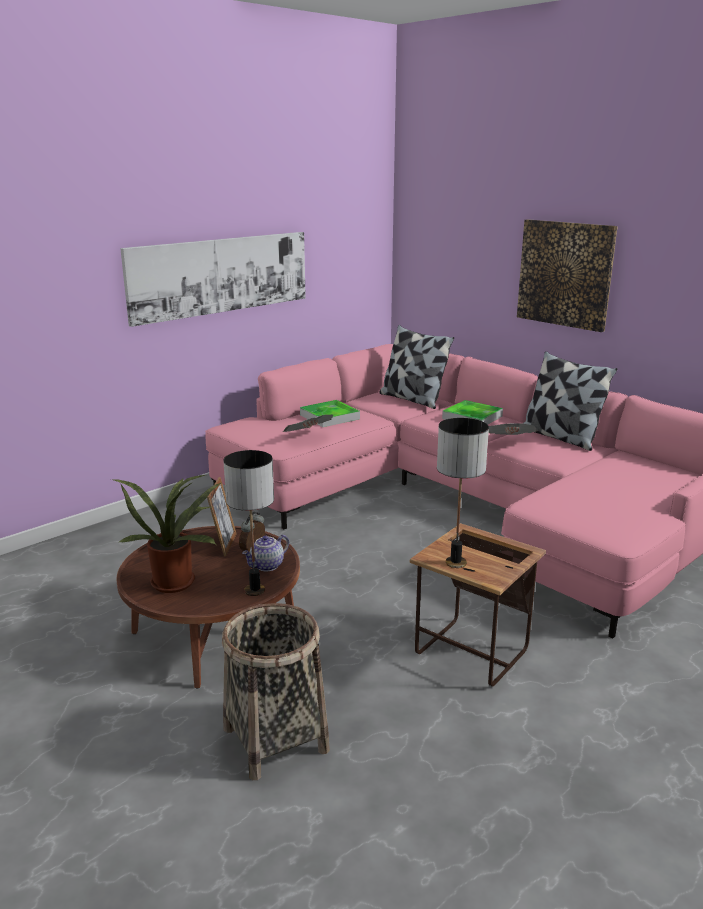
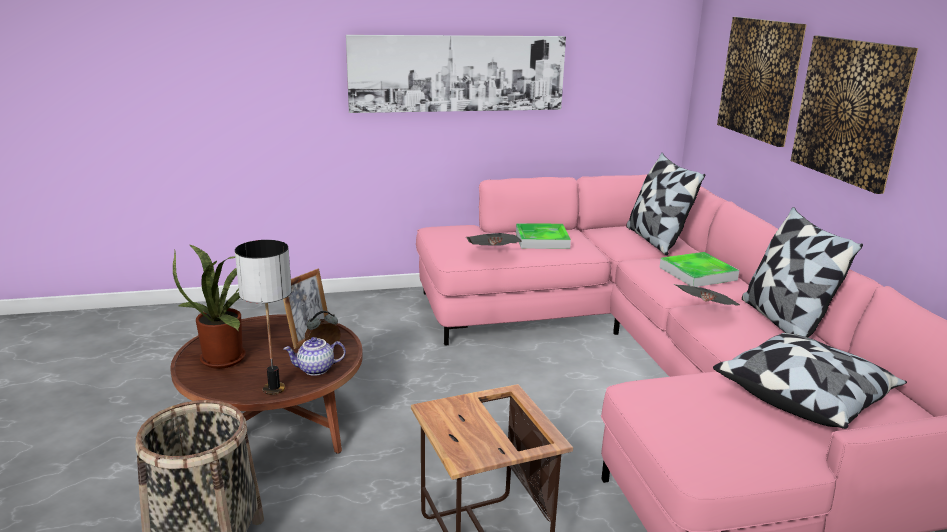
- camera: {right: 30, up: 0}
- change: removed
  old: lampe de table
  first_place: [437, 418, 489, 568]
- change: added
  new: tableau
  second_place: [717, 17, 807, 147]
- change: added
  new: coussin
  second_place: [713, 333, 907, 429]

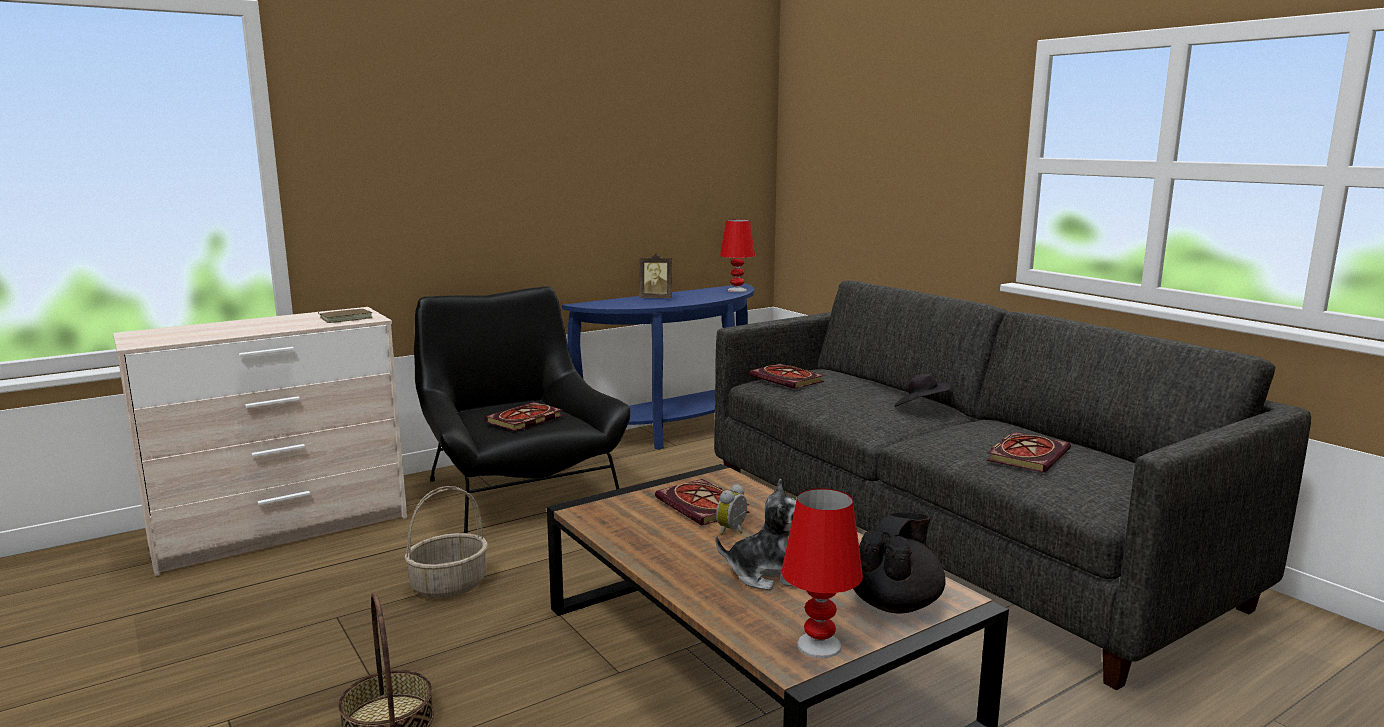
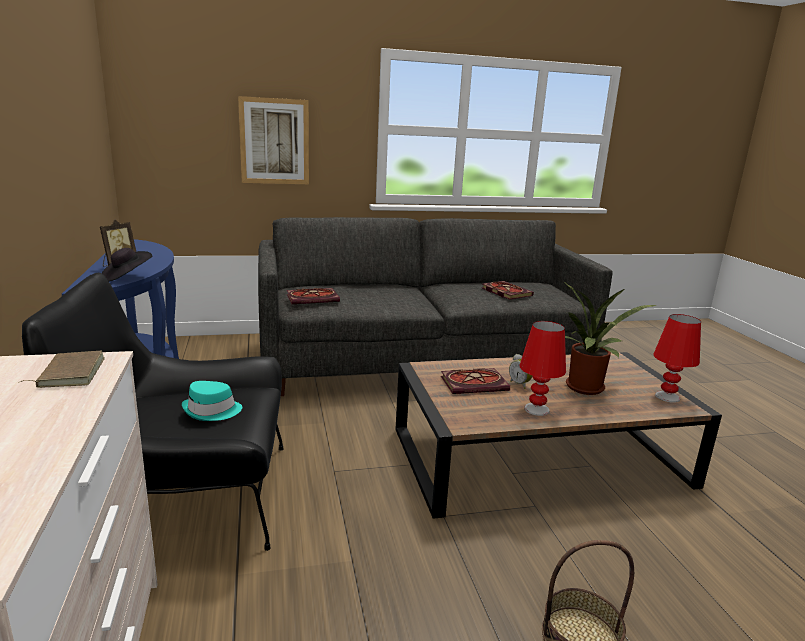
- camera: {right: -70, up: 5}
- change: moved
  old: lampe de table (rouge)
  first_place: [720, 219, 755, 292]
  second_place: [520, 321, 566, 416]
- change: moved
  old: chapeau (noir)
  first_place: [894, 374, 953, 407]
  second_place: [101, 248, 152, 282]
- change: replaced
  old: livre
  new: chapeau (turquoise)
  first_place: [484, 402, 563, 431]
  second_place: [182, 381, 242, 421]
- change: replaced
  old: peluche
  new: plante en pot
  first_place: [715, 478, 796, 591]
  second_place: [565, 283, 656, 395]
- change: removed
  old: panier
  first_place: [404, 486, 488, 598]
- change: removed
  old: théière (noir)
  first_place: [853, 512, 946, 613]
- change: added
  new: tableau
  second_place: [238, 96, 309, 184]

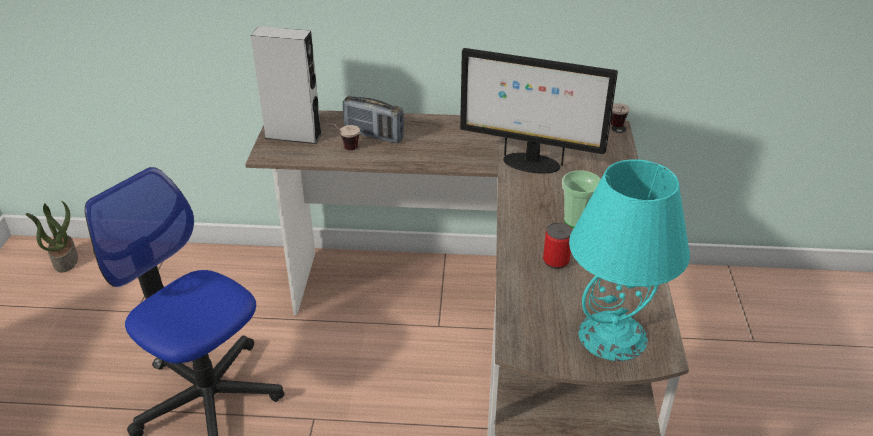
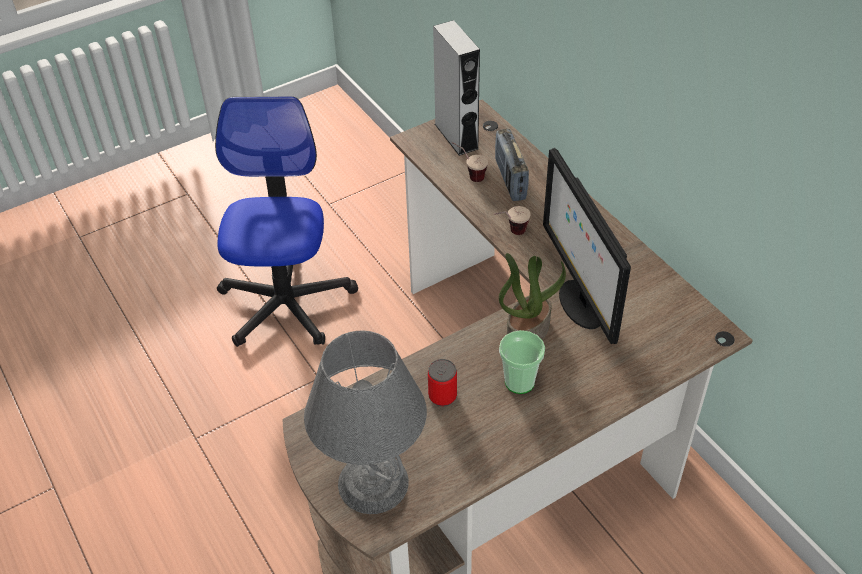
- camera: {right: 55, up: 10}
- change: moved
  old: tasse
  first_place: [611, 103, 630, 127]
  second_place: [494, 206, 531, 235]
- change: recoloured
  old: lampe de table (turquoise)
  new: lampe de table (gris)
  first_place: [569, 159, 690, 361]
  second_place: [304, 330, 427, 514]
- change: moved
  old: plante en pot
  first_place: [26, 201, 78, 272]
  second_place: [499, 253, 566, 340]

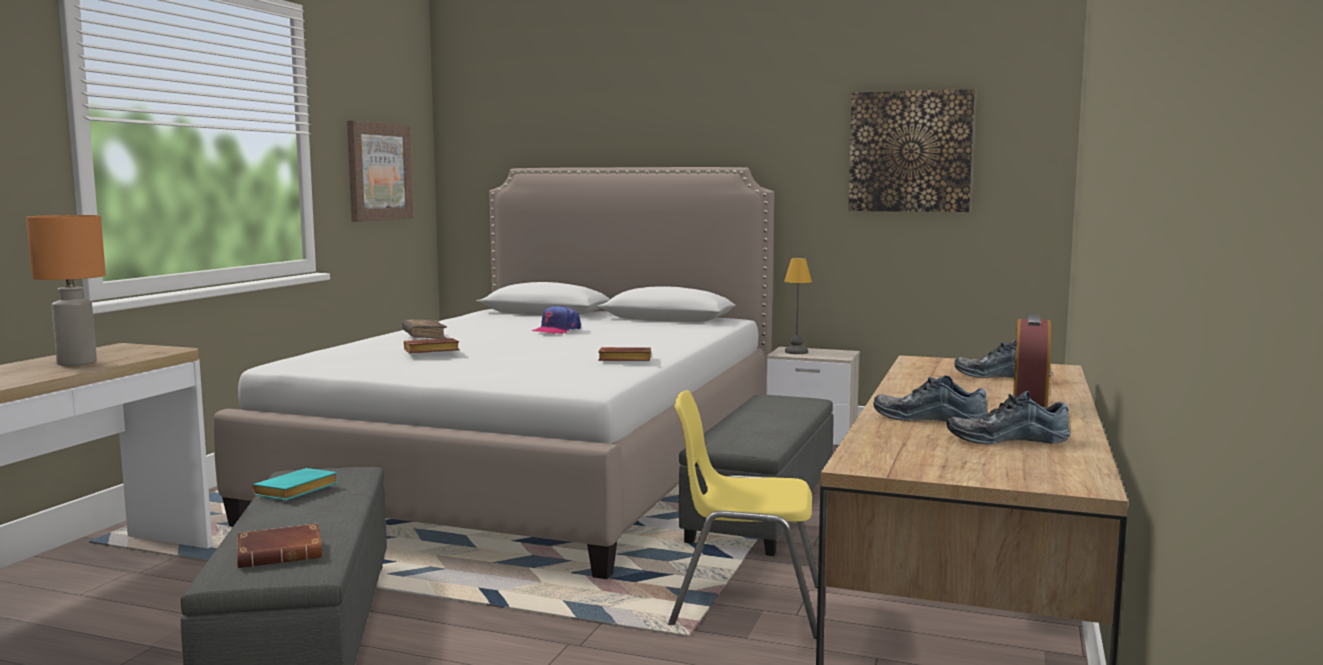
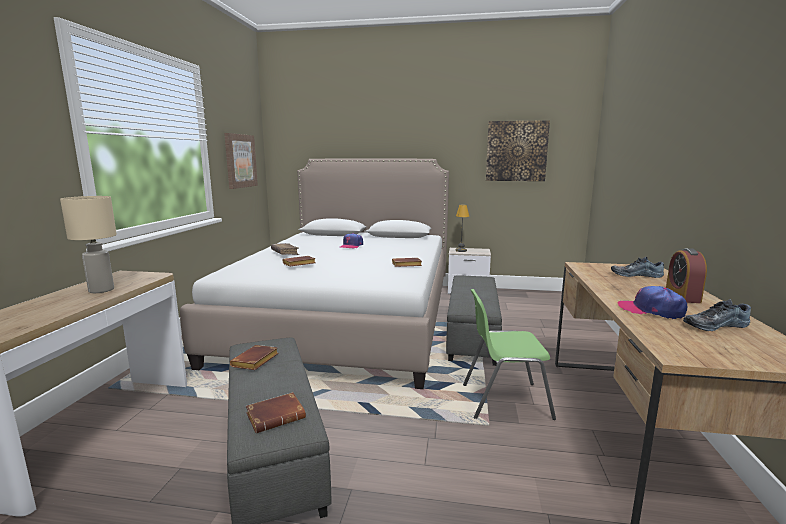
- camera: {right: -10, up: 5}
- change: recoloured
  old: lampe de table (orange)
  new: lampe de table (beige)
  first_place: [26, 215, 106, 366]
  second_place: [60, 196, 117, 293]
- change: replaced
  old: chaussure
  new: casquette
  first_place: [873, 375, 988, 422]
  second_place: [618, 286, 687, 319]
- change: recoloured
  old: chaise (jaune)
  new: chaise (vert)
  first_place: [668, 390, 818, 639]
  second_place: [463, 289, 556, 420]
- change: recoloured
  old: livre (turquoise)
  new: livre (marron)
  first_place: [252, 468, 338, 500]
  second_place: [230, 345, 279, 370]

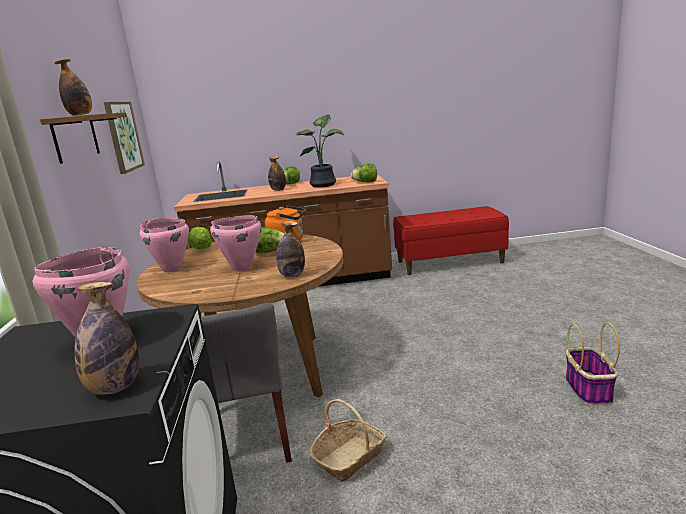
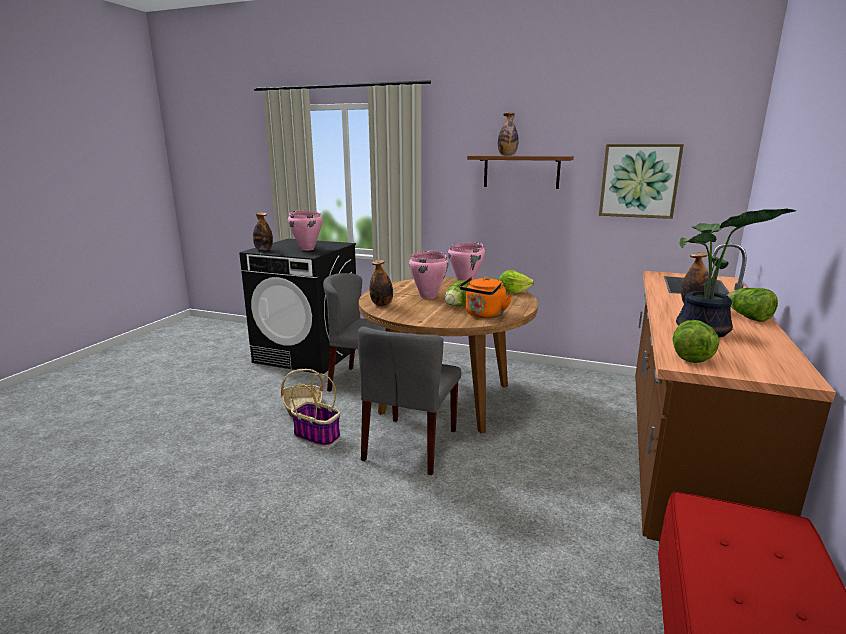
- camera: {right: 115, up: 0}
- change: moved
  old: panier
  first_place: [566, 322, 620, 405]
  second_place: [291, 373, 340, 447]
- change: added
  new: chaise (gris)
  second_place: [358, 326, 461, 475]

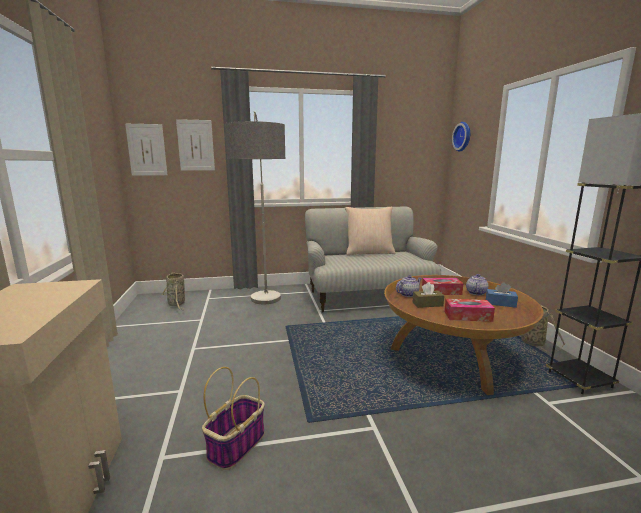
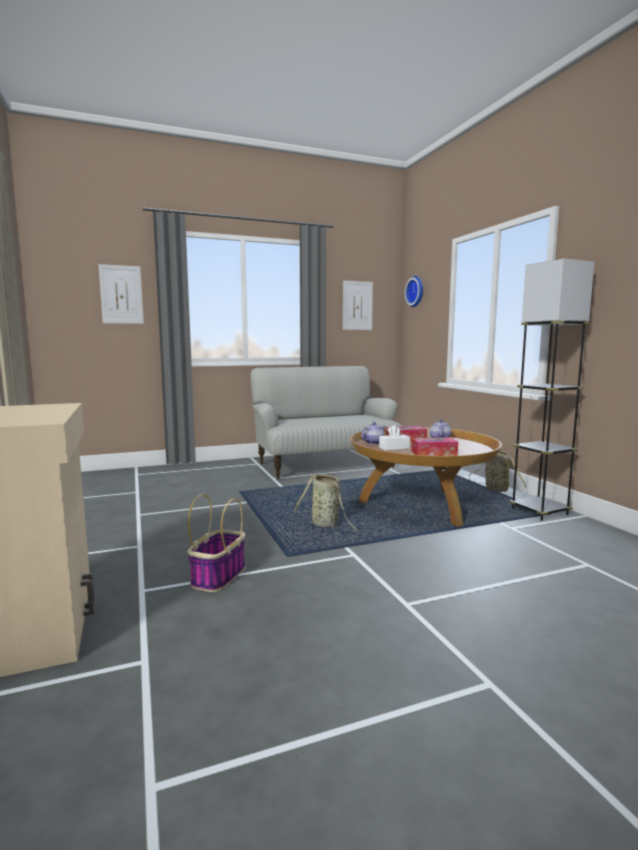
- camera: {right: -10, up: -5}
- change: removed
  old: lampadaire
  first_place: [225, 111, 285, 304]
- change: moved
  old: tableau
  first_place: [125, 124, 167, 176]
  second_place: [343, 281, 373, 330]
- change: removed
  old: coussin (beige)
  first_place: [345, 207, 395, 255]
- change: moved
  old: panier
  first_place: [162, 272, 185, 310]
  second_place: [293, 474, 359, 532]
- change: recoloured
  old: boîte à mouchoirs (marron)
  new: boîte à mouchoirs (blanc)
  first_place: [413, 282, 444, 308]
  second_place: [379, 425, 410, 450]
- change: removed
  old: boîte à mouchoirs (bleu)
  first_place: [486, 282, 518, 308]

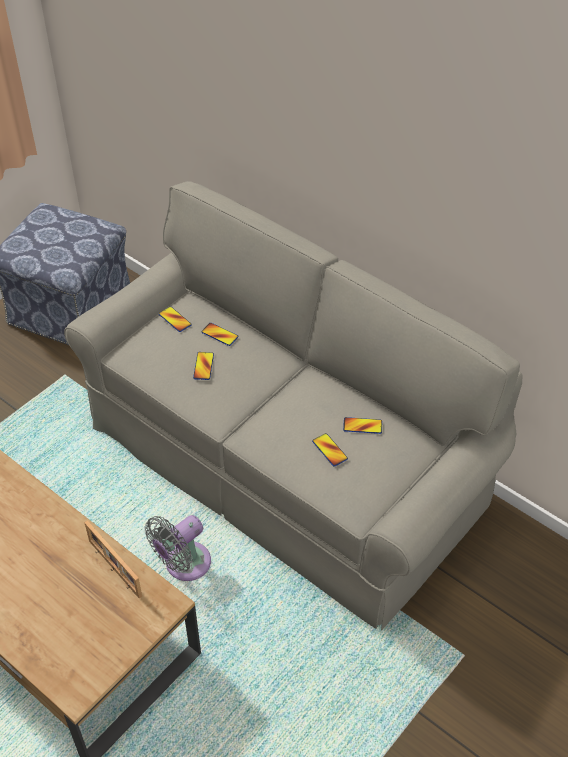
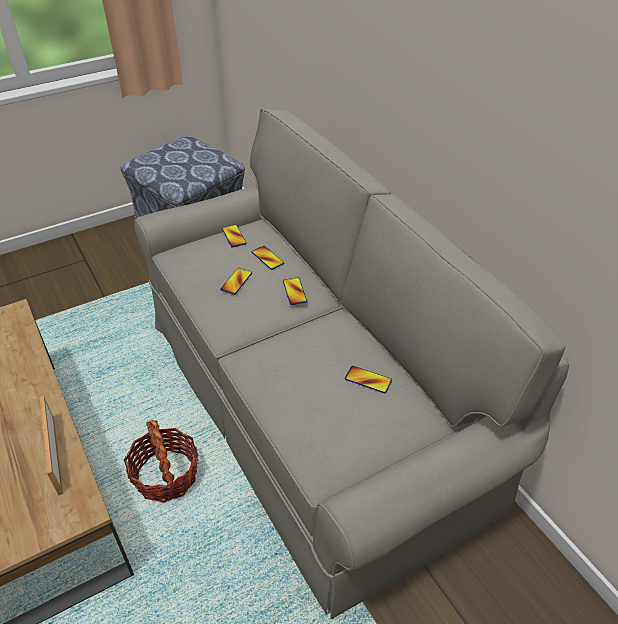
- camera: {right: 20, up: -5}
- change: moved
  old: téléphone
  first_place: [312, 433, 348, 467]
  second_place: [283, 277, 307, 305]
- change: replaced
  old: ventilateur (gris)
  new: panier
  first_place: [145, 515, 211, 581]
  second_place: [124, 420, 199, 503]

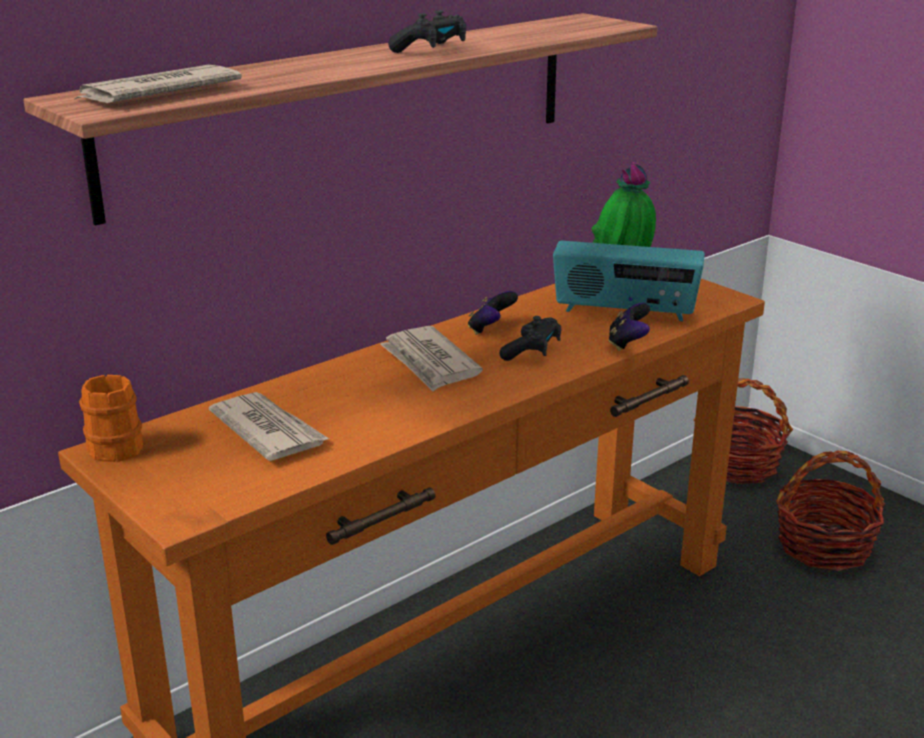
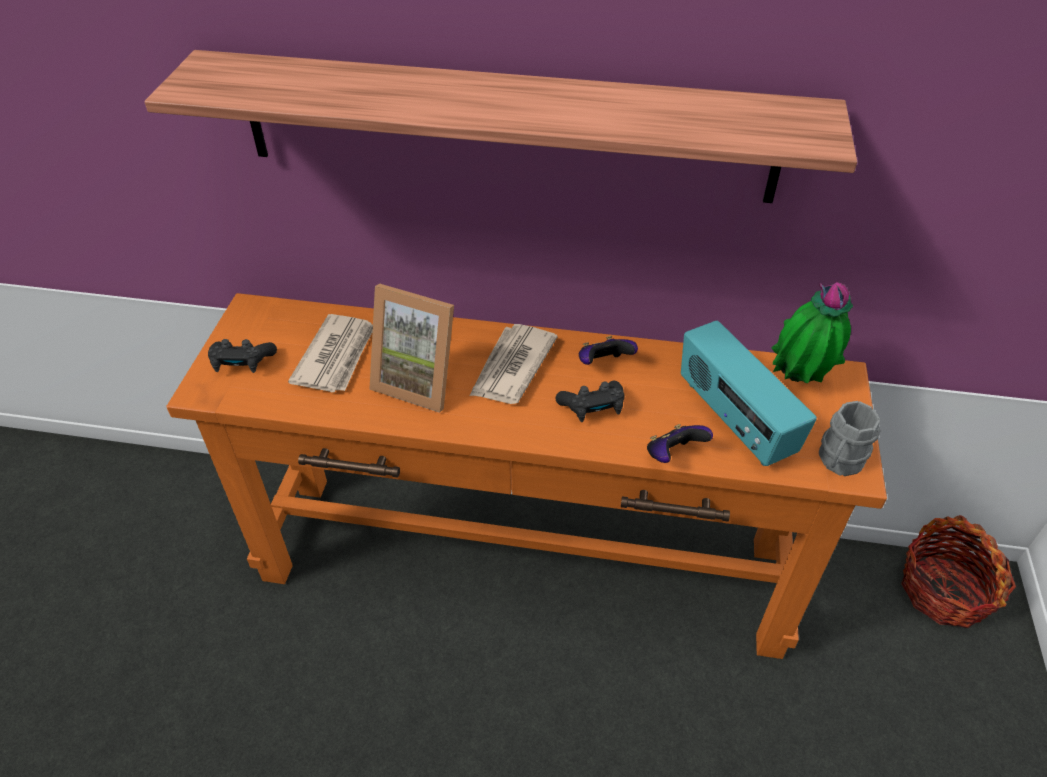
- camera: {right: 50, up: 20}
- change: moved
  old: manette (noir)
  first_place: [388, 10, 467, 53]
  second_place: [208, 339, 277, 373]
- change: removed
  old: journal
  first_place: [75, 65, 242, 103]
- change: removed
  old: mug (orange)
  first_place: [79, 375, 143, 462]
- change: removed
  old: panier
  first_place: [776, 450, 885, 571]
- change: added
  new: cadre photo
  second_place: [369, 284, 454, 413]
- change: added
  new: mug (gris)
  second_place: [819, 401, 880, 476]

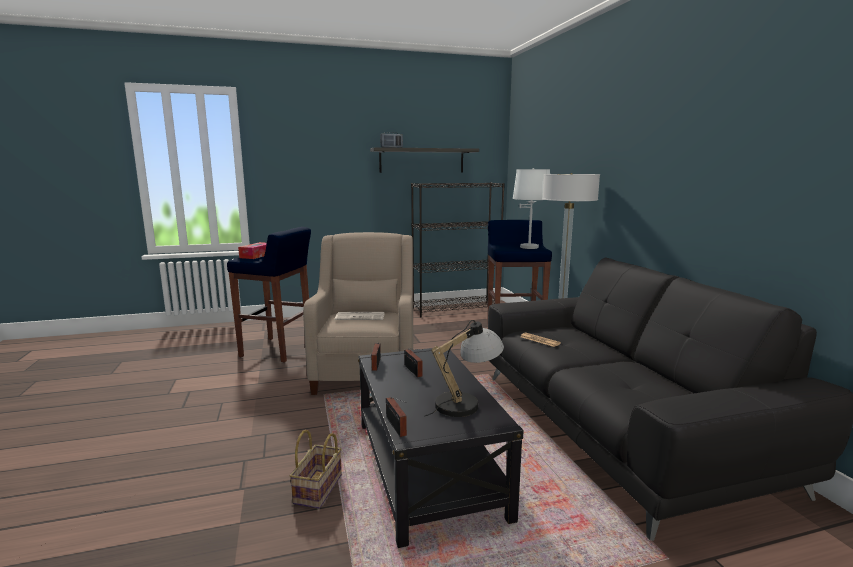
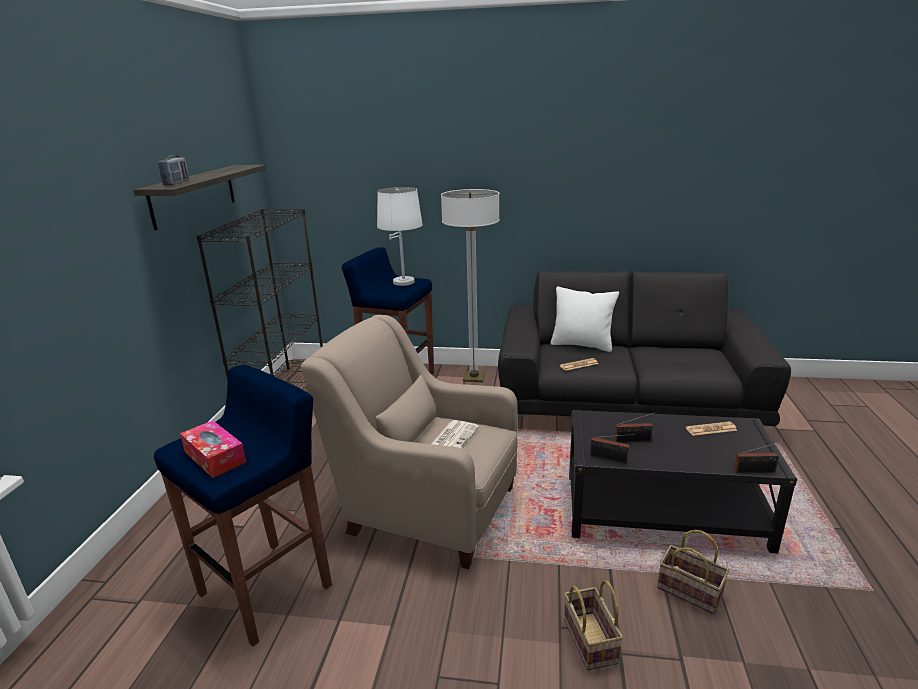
- camera: {right: -65, up: 10}
- change: replaced
  old: lampe de table
  new: journal
  first_place: [425, 320, 504, 417]
  second_place: [686, 421, 737, 436]
- change: added
  new: coussin (blanc)
  second_place: [551, 286, 619, 352]
- change: added
  new: panier
  second_place: [564, 580, 623, 670]

